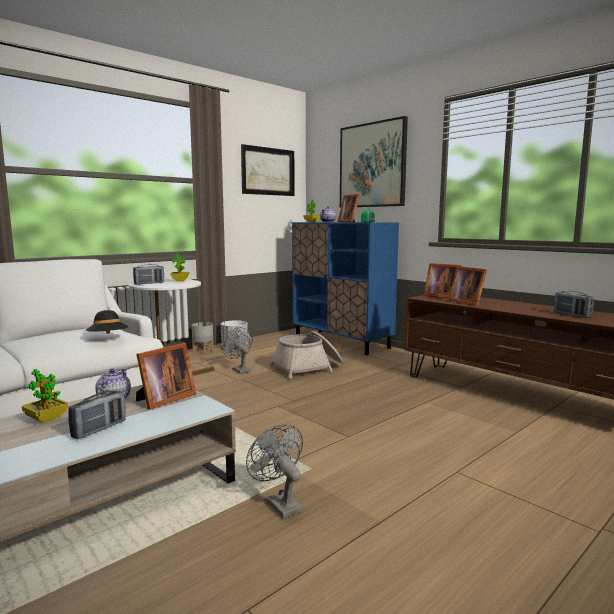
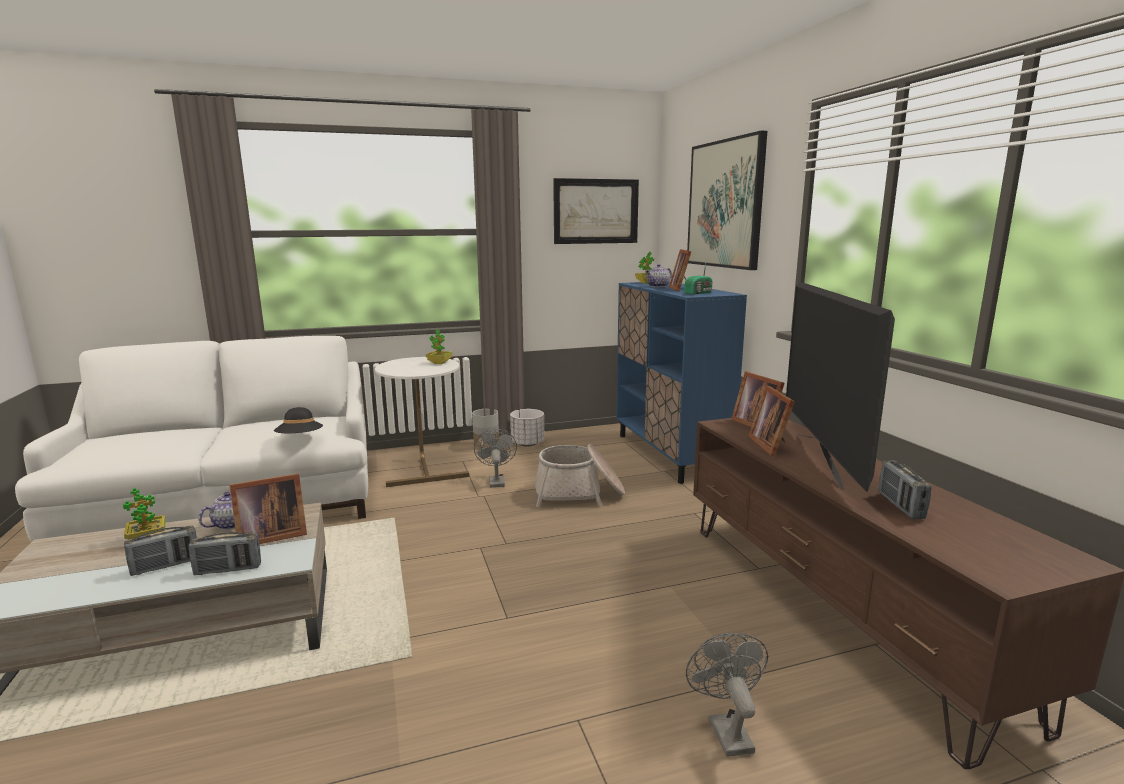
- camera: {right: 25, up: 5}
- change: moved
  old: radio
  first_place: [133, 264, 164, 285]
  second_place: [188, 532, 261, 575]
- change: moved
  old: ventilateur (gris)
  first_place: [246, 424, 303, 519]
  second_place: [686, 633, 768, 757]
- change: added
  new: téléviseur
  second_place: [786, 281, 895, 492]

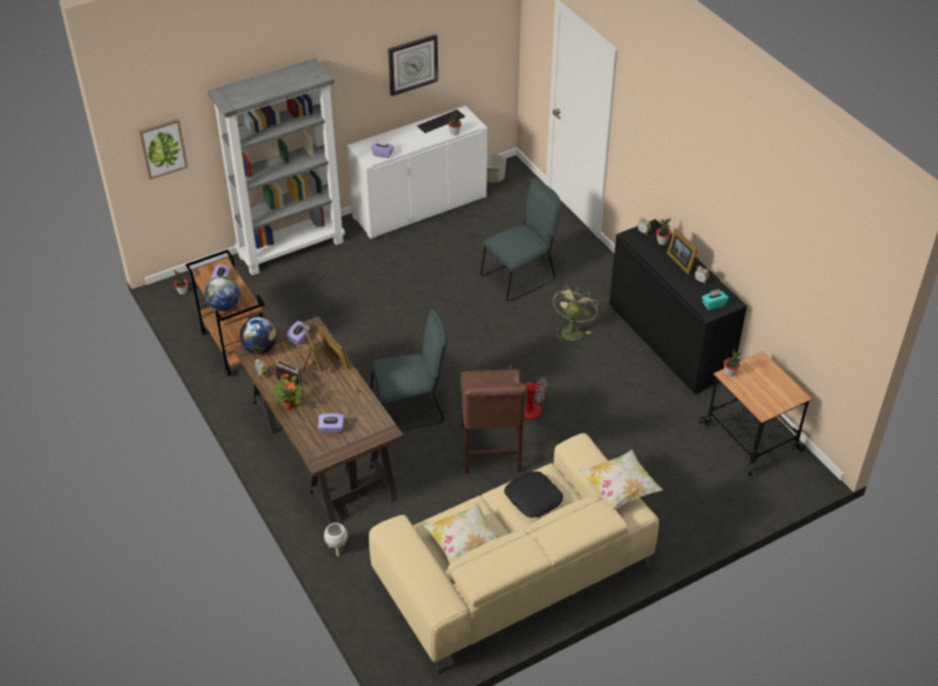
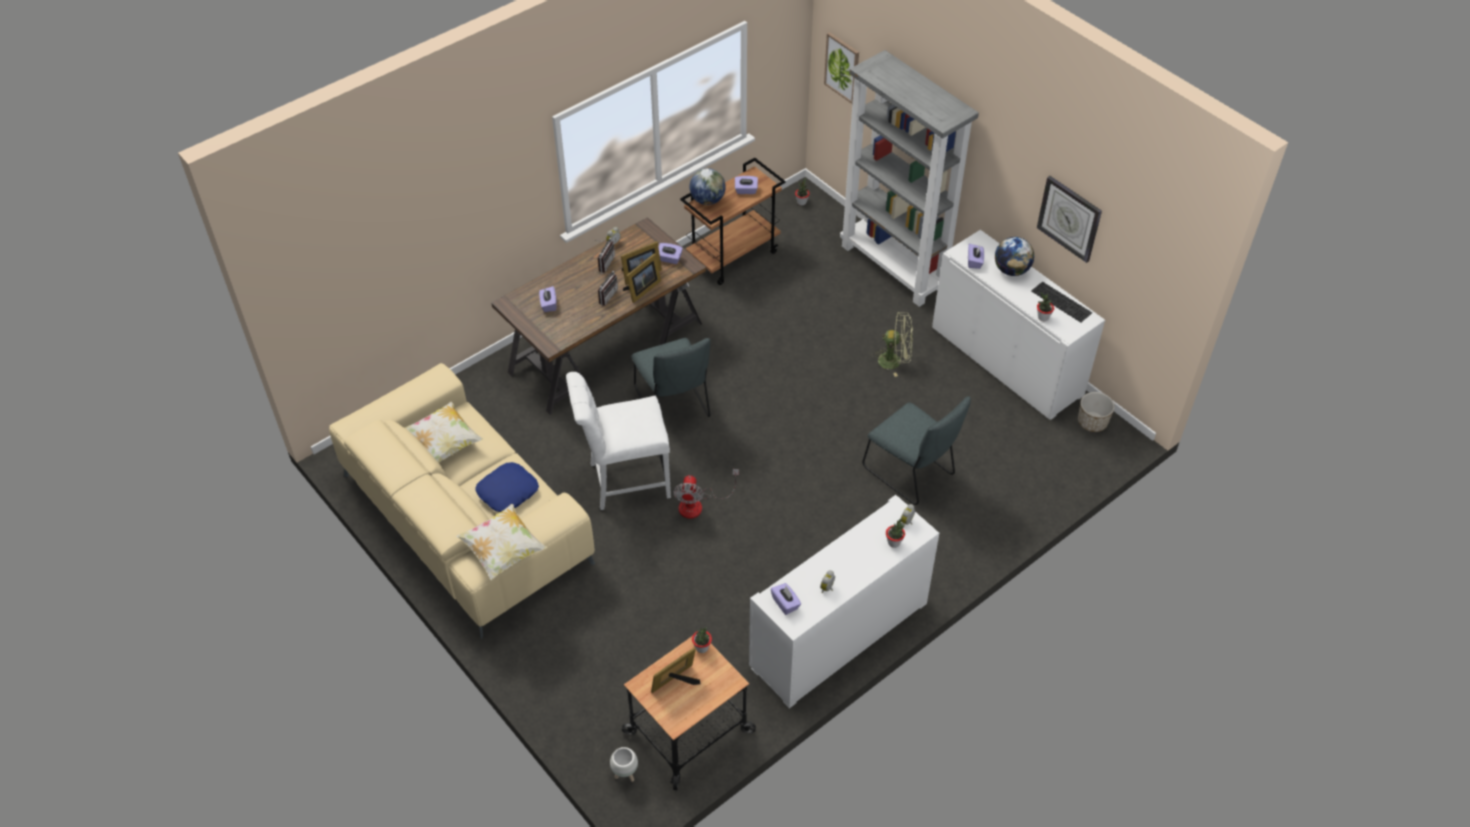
- camera: {right: 80, up: 5}
- change: recoloured
  old: meuble de rangement (noir)
  new: meuble de rangement (blanc)
  first_place: [609, 219, 747, 394]
  second_place: [749, 495, 939, 708]
- change: moved
  old: cadre photo
  first_place: [667, 228, 698, 275]
  second_place: [651, 647, 700, 693]
- change: moved
  old: ventilateur (vert)
  first_place: [553, 286, 598, 344]
  second_place: [872, 312, 913, 377]
- change: recoloured
  old: boîte à mouchoirs (turquoise)
  new: boîte à mouchoirs (violet)
  first_place: [702, 289, 729, 310]
  second_place: [771, 583, 801, 615]
- change: moved
  old: globe
  first_place: [240, 317, 277, 354]
  second_place: [995, 237, 1034, 276]
- change: recoloured
  old: chaise (marron)
  new: chaise (blanc)
  first_place: [461, 369, 527, 474]
  second_place: [566, 372, 671, 510]
- change: removed
  old: plante en pot
  first_place: [270, 374, 301, 409]
- change: recoloured
  old: coussin (noir)
  new: coussin (bleu)
  first_place: [504, 471, 563, 518]
  second_place: [475, 462, 539, 512]
- change: moved
  old: cache-pot (blanc)
  first_place: [324, 523, 348, 557]
  second_place: [610, 747, 638, 782]
- change: added
  new: radio
  second_place: [596, 271, 618, 306]

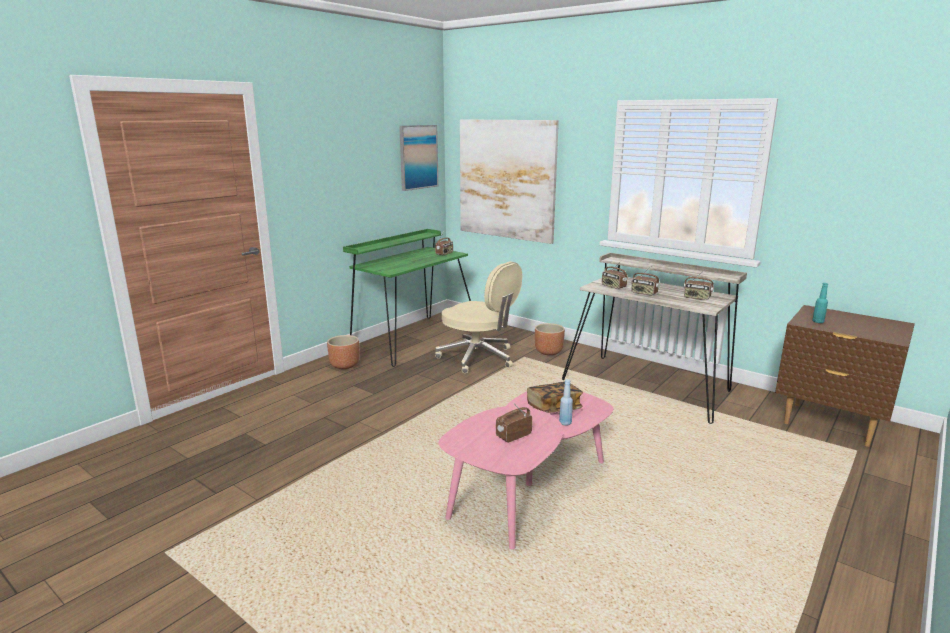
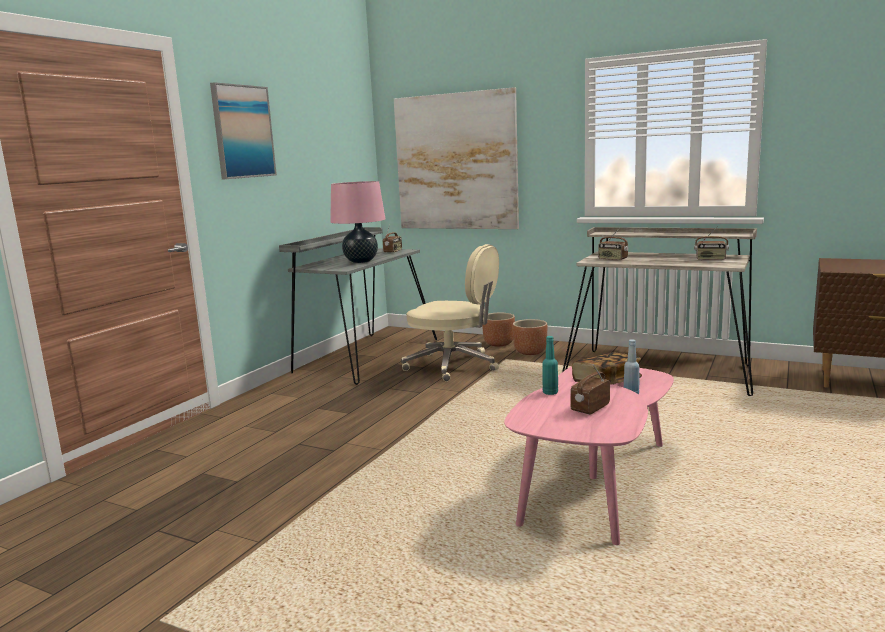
- camera: {right: -10, up: -5}
- change: moved
  old: tableau
  first_place: [399, 125, 438, 191]
  second_place: [210, 82, 277, 179]
- change: recoloured
  old: bureau (vert)
  new: bureau (gris)
  first_place: [343, 229, 471, 367]
  second_place: [279, 227, 437, 385]
- change: removed
  old: radio
  first_place: [631, 265, 660, 296]
- change: moved
  old: bouteille (turquoise)
  first_place: [812, 283, 828, 323]
  second_place: [542, 336, 558, 395]
- change: moved
  old: cache-pot (marron)
  first_place: [327, 335, 360, 369]
  second_place: [482, 313, 515, 346]
- change: added
  new: lampe de table (rose)
  second_place: [330, 181, 385, 263]

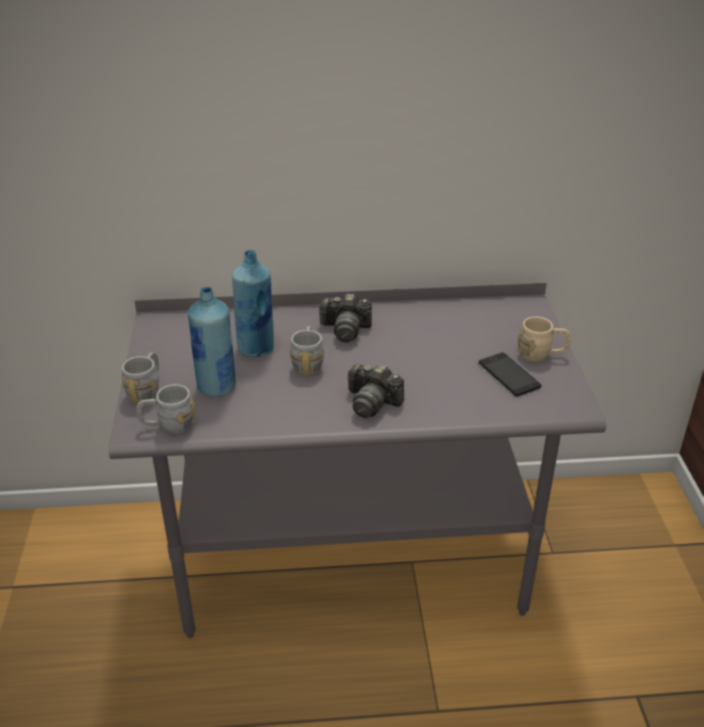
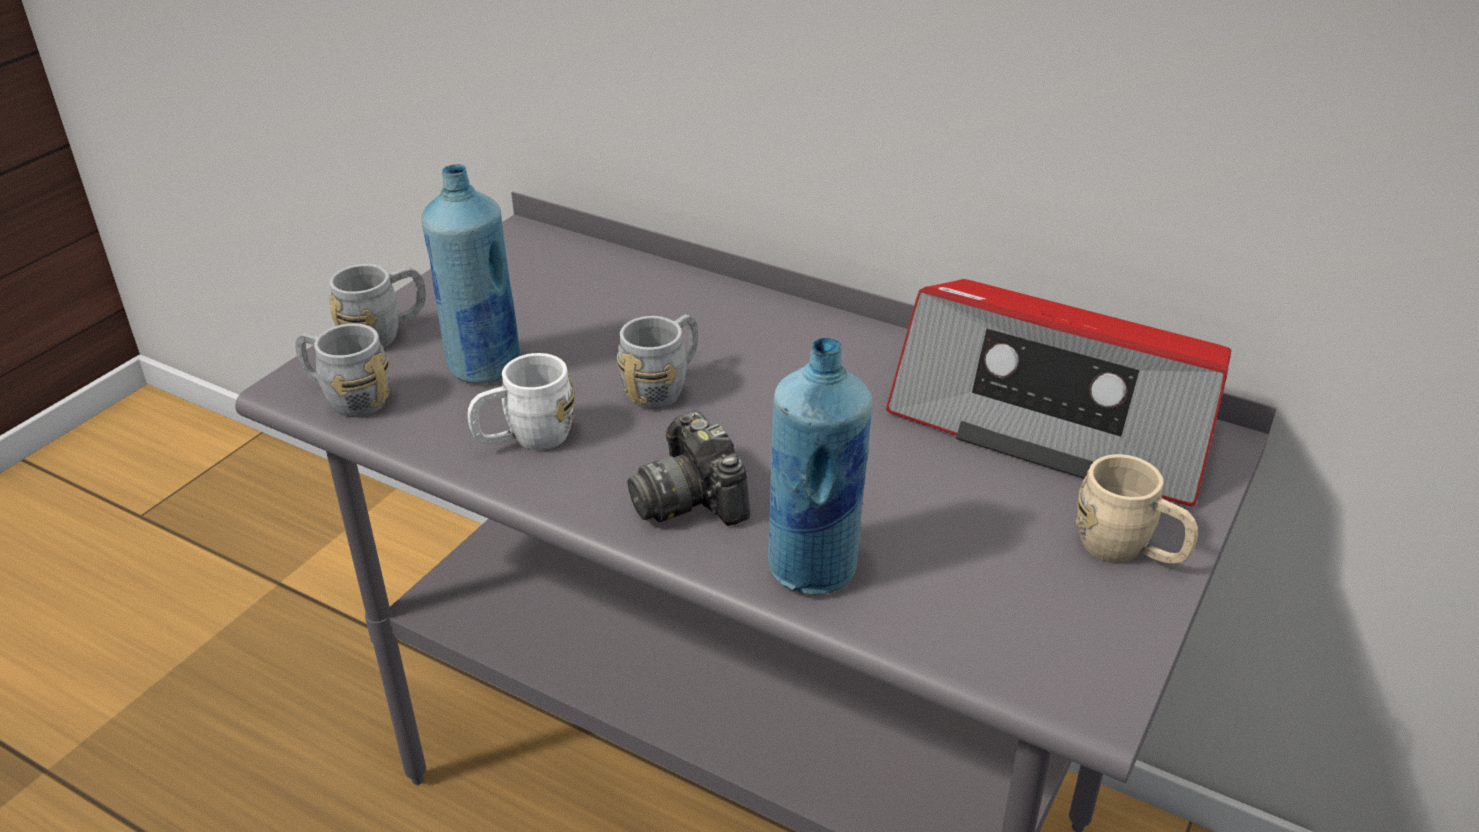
- camera: {right: 35, up: 0}
- change: moved
  old: bouteille (bleu)
  first_place: [232, 250, 274, 357]
  second_place: [768, 337, 872, 595]
- change: removed
  old: appareil photo
  first_place: [319, 293, 372, 342]
- change: removed
  old: téléphone
  first_place: [479, 352, 541, 396]
- change: added
  new: radio
  second_place: [886, 279, 1231, 506]
- change: added
  new: mug (blanc)
  second_place: [467, 353, 575, 450]

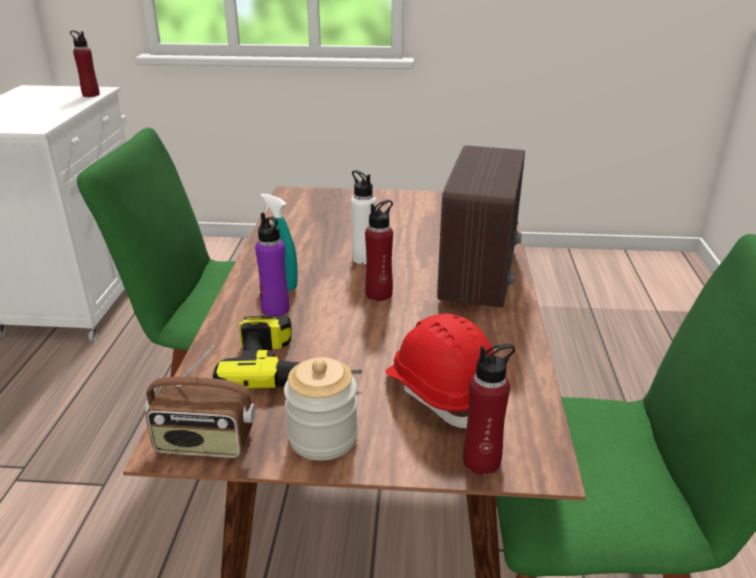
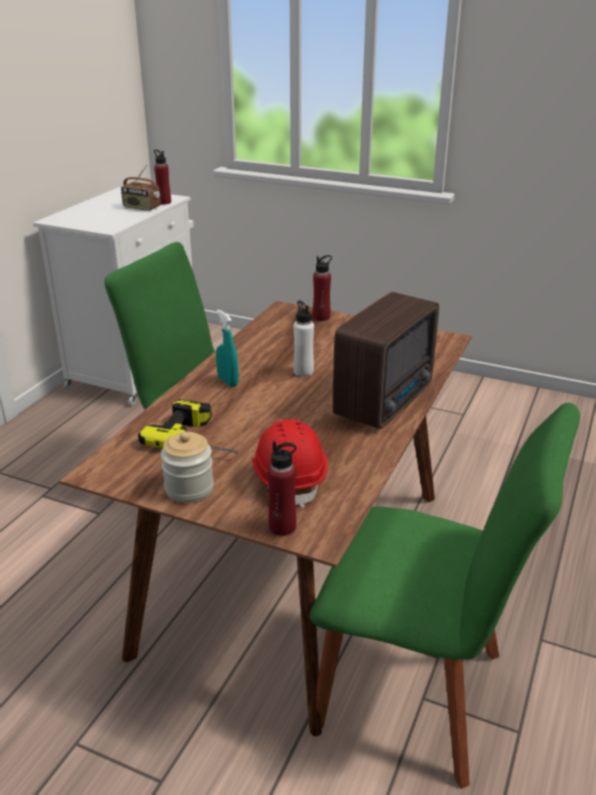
- camera: {right: 20, up: 0}
- change: moved
  old: bouteille (rouge)
  first_place: [365, 200, 393, 301]
  second_place: [313, 255, 332, 321]
- change: removed
  old: bouteille (violet)
  first_place: [255, 213, 289, 316]
- change: moved
  old: radio
  first_place: [145, 346, 256, 458]
  second_place: [121, 165, 161, 211]

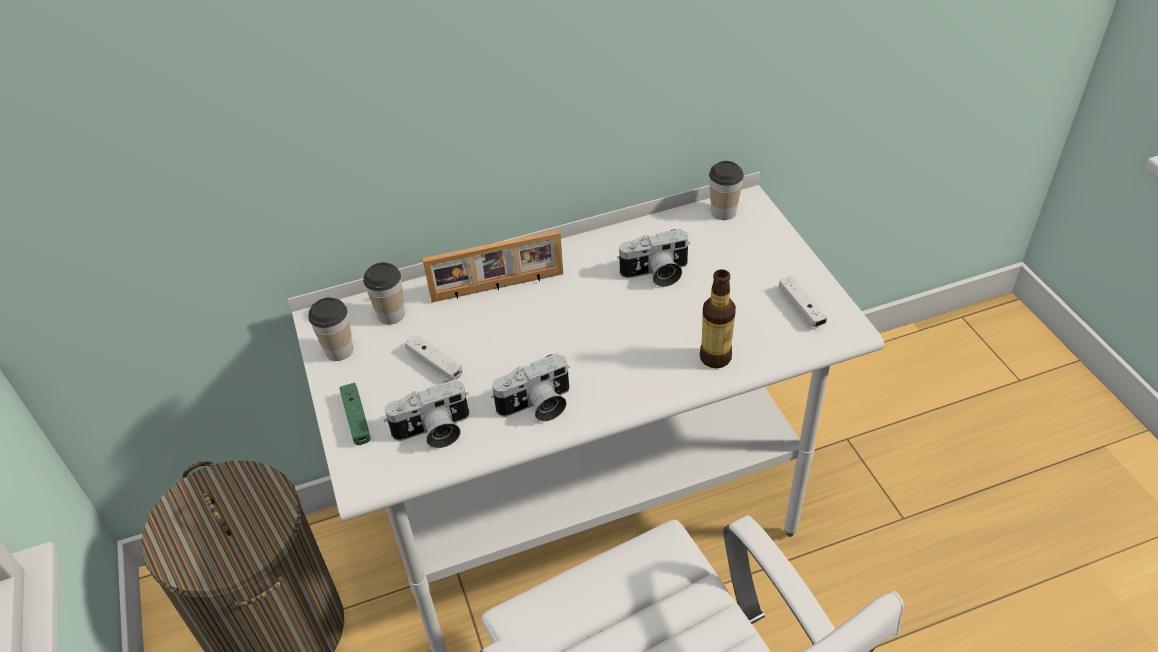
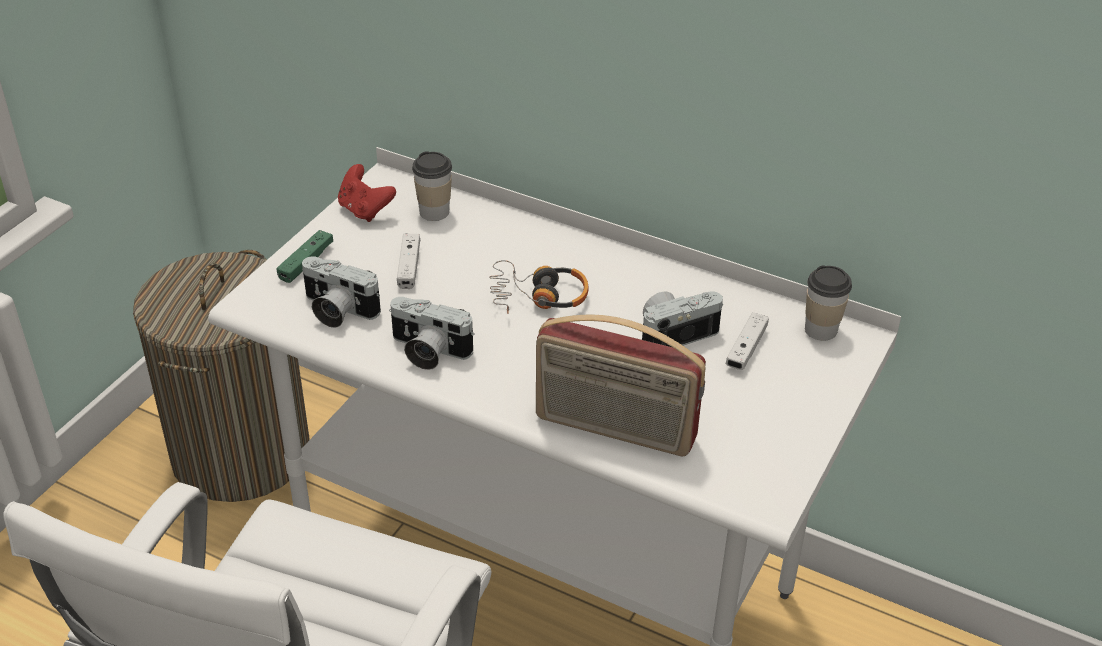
- camera: {right: 45, up: -5}
- change: turned
  old: appareil photo
  first_place: [617, 229, 690, 287]
  second_place: [642, 291, 723, 347]
  degrees: 120
- change: removed
  old: cadre photo
  first_place: [422, 230, 563, 302]
- change: replaced
  old: bouteille
  new: radio
  first_place: [700, 269, 736, 368]
  second_place: [536, 315, 706, 456]
- change: moved
  old: manette (blanc)
  first_place: [779, 276, 828, 327]
  second_place: [726, 312, 769, 370]
- change: replaced
  old: tasse
  new: manette (rouge)
  first_place: [308, 297, 353, 361]
  second_place: [338, 164, 396, 222]
- change: added
  new: casque audio
  second_place: [489, 260, 589, 314]

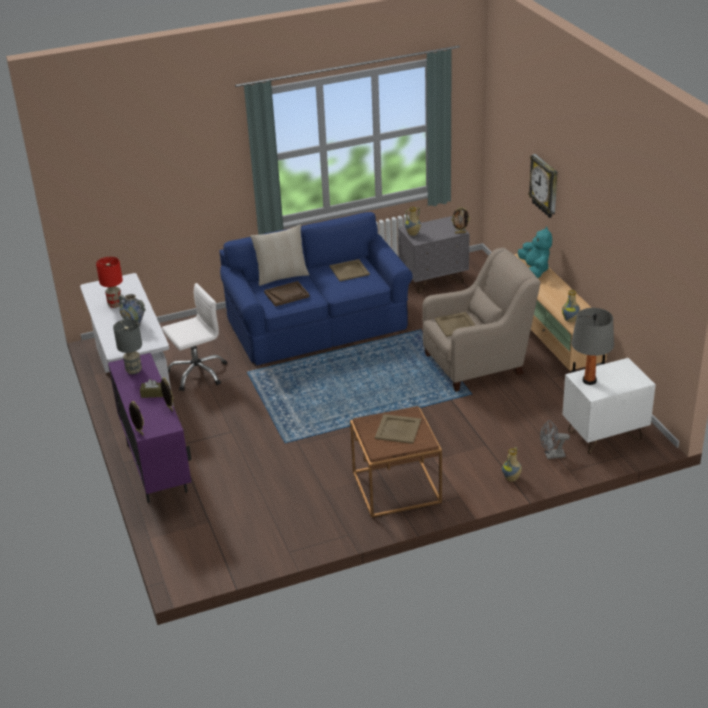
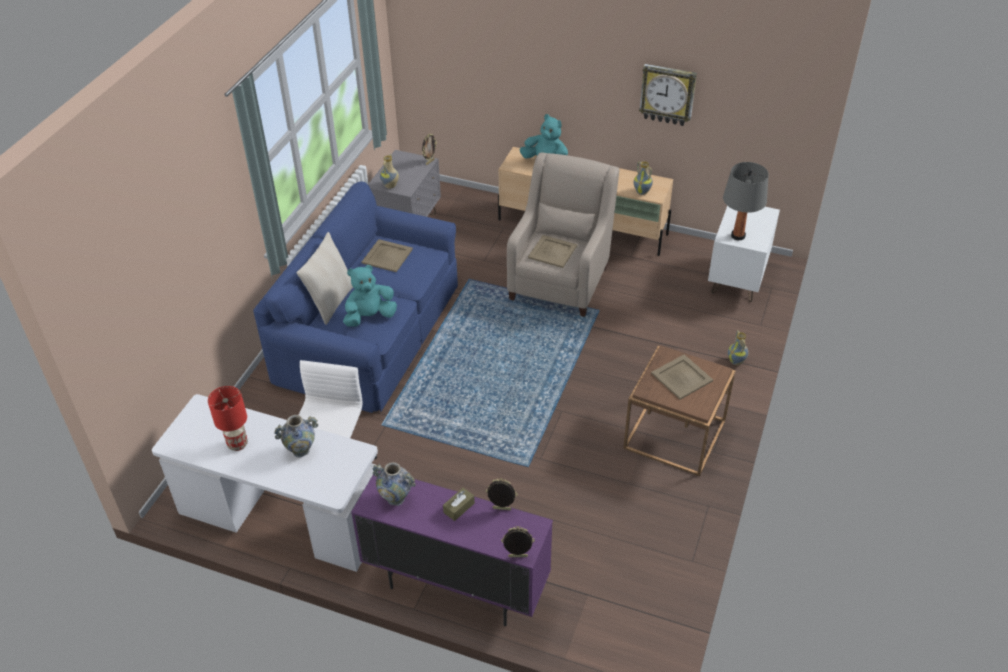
- camera: {right: -50, up: 10}
- change: moved
  old: horloge murale
  first_place: [528, 154, 557, 218]
  second_place: [639, 64, 697, 126]
- change: replaced
  old: plateau (marron)
  new: peluche (turquoise)
  first_place: [264, 281, 309, 307]
  second_place: [343, 265, 397, 327]
- change: replaced
  old: lampe de table (gris)
  new: vase
  first_place: [113, 319, 142, 374]
  second_place: [372, 462, 416, 506]
- change: removed
  old: ventilateur (gris)
  first_place: [540, 420, 570, 459]

